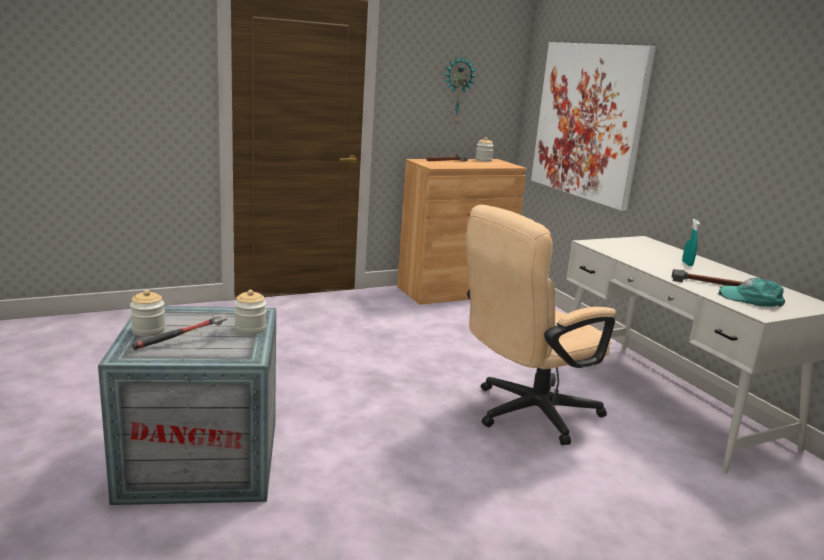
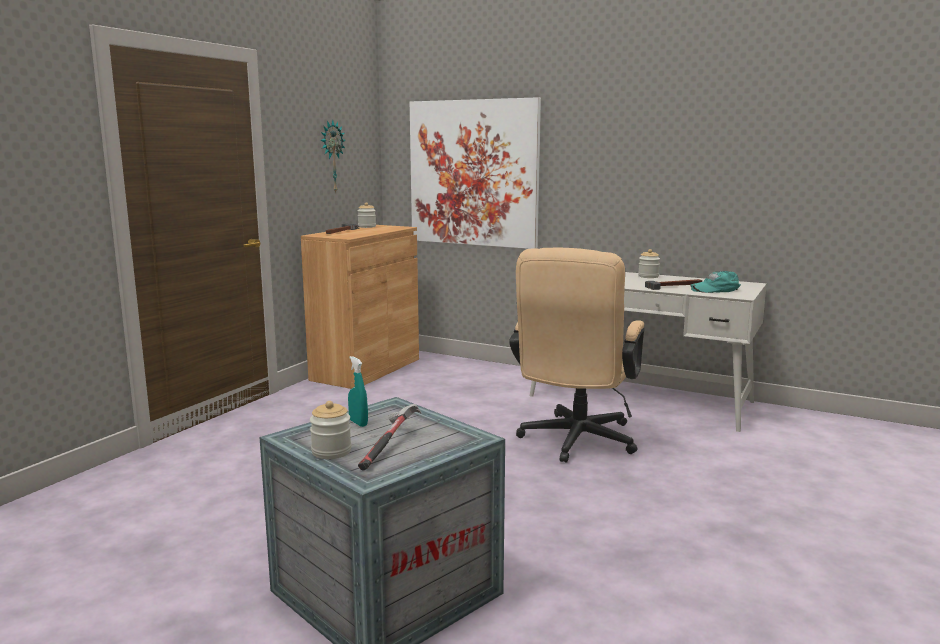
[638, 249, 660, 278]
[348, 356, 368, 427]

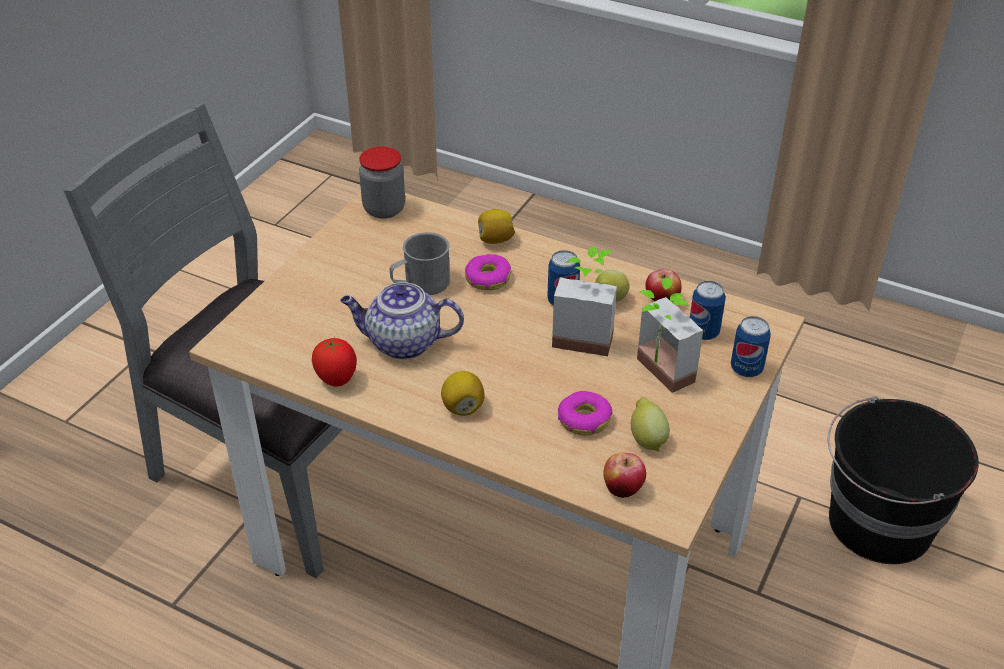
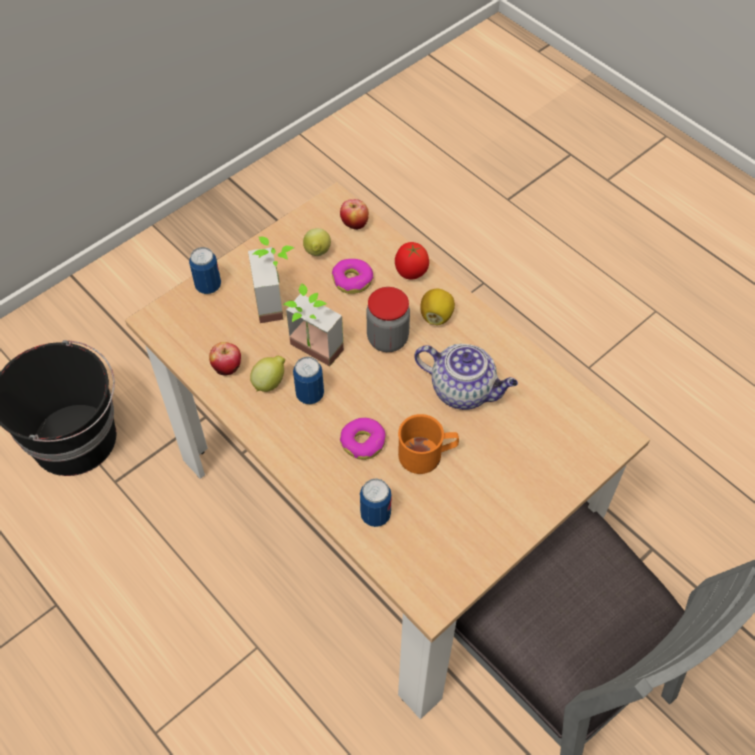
[478, 209, 515, 244] (first image)
[395, 242, 429, 279]
[367, 287, 410, 352]
[360, 478, 391, 527]
[398, 414, 459, 474]

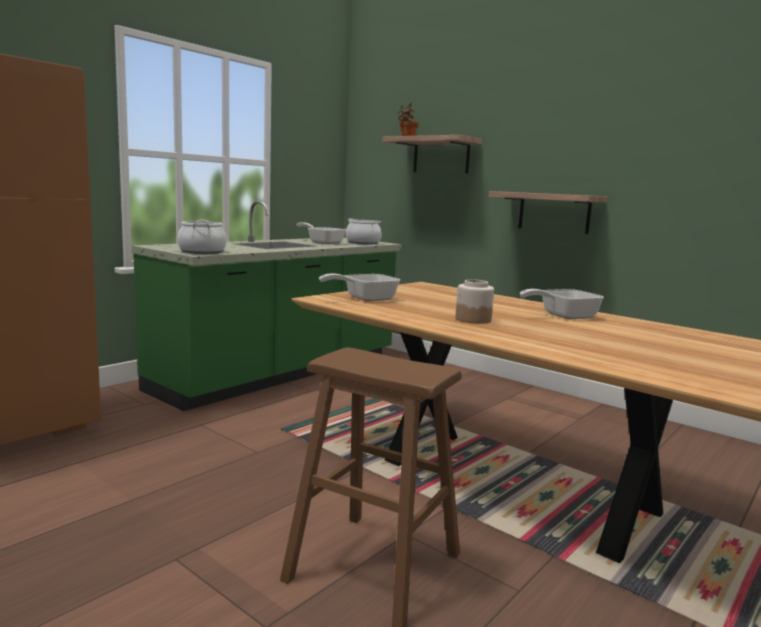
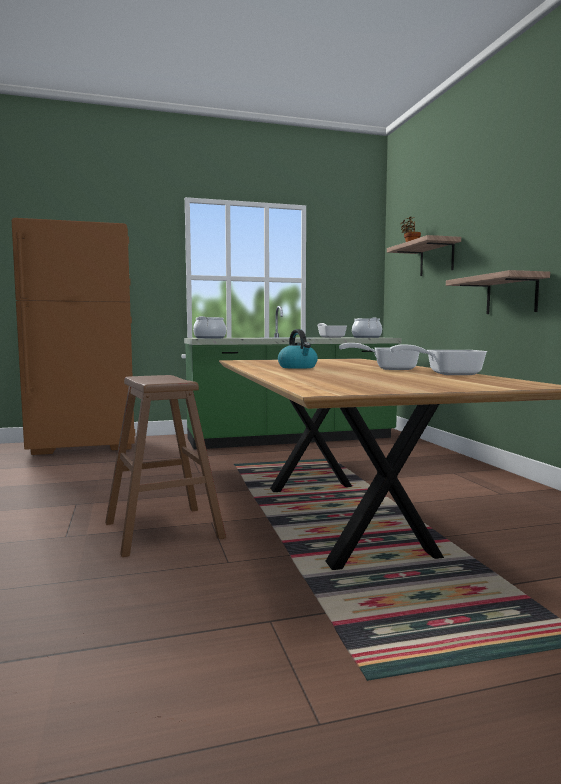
[390, 344, 487, 375]
[278, 329, 318, 369]

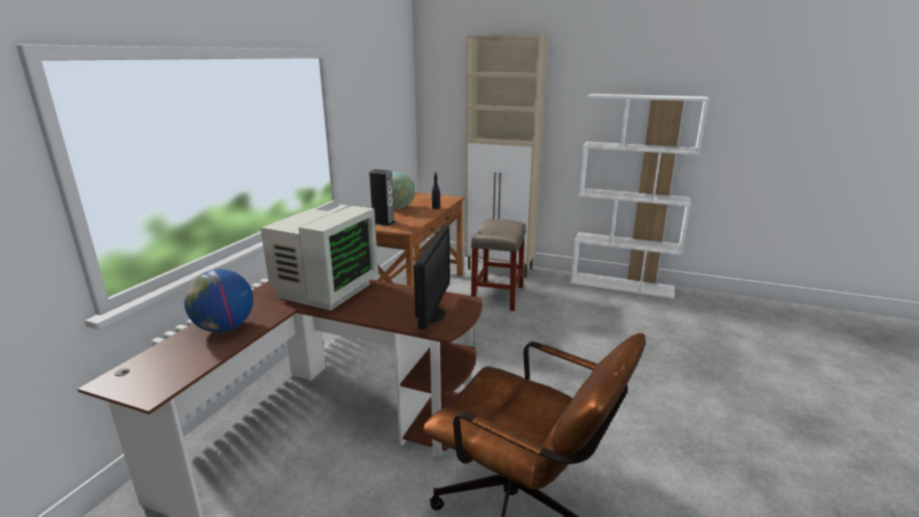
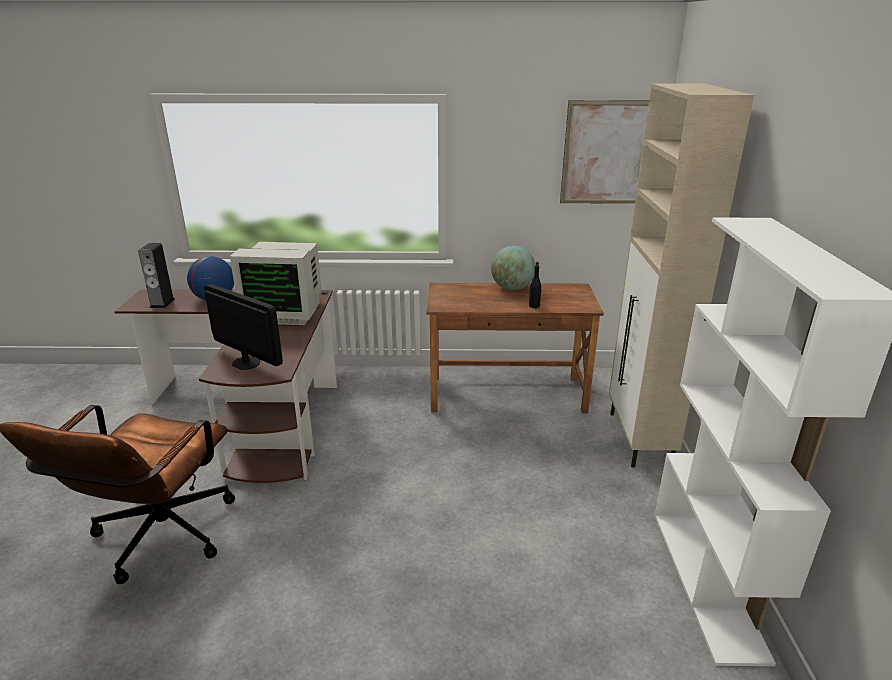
[471, 219, 526, 311] (first image)
[560, 100, 649, 204]
[138, 243, 175, 308]
[204, 284, 283, 370]

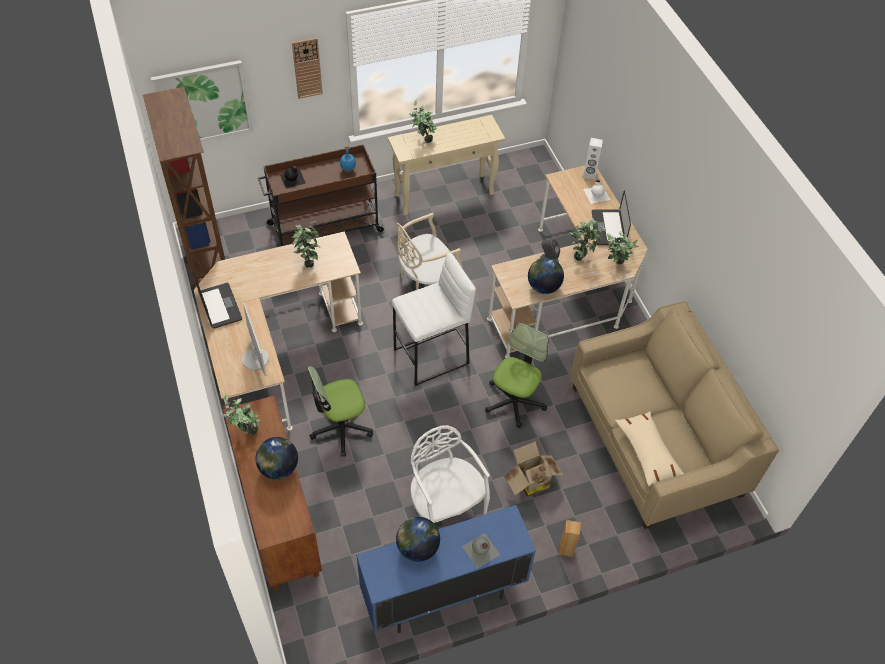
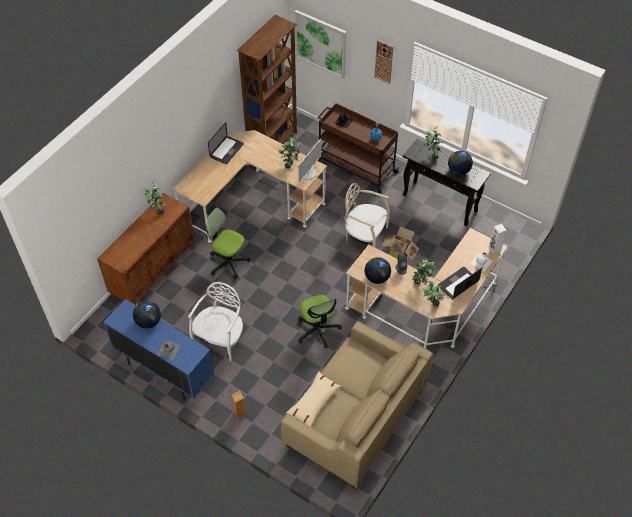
[392, 253, 476, 386] (first image)
[298, 139, 321, 182]
[448, 151, 473, 175]
[381, 226, 419, 260]
[403, 139, 491, 226]
[298, 295, 342, 348]

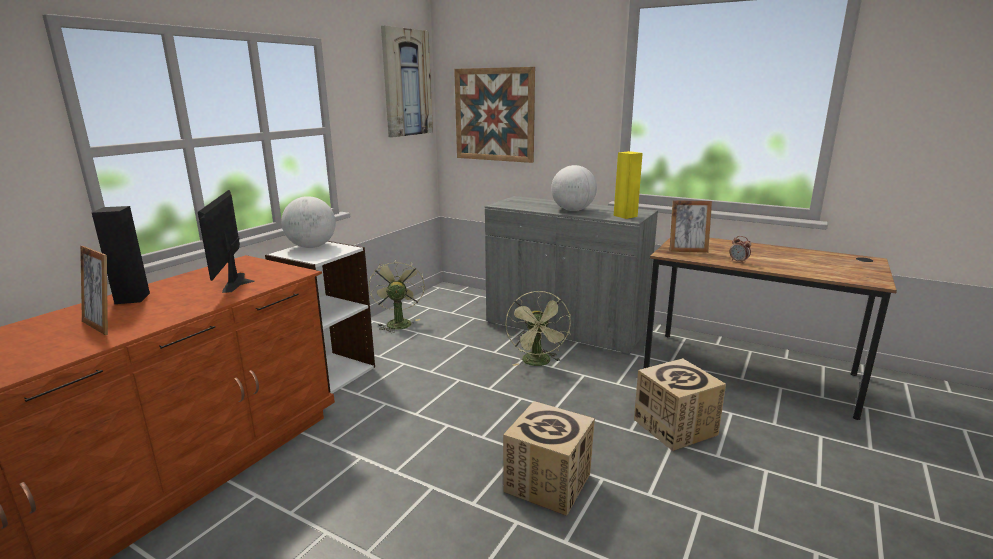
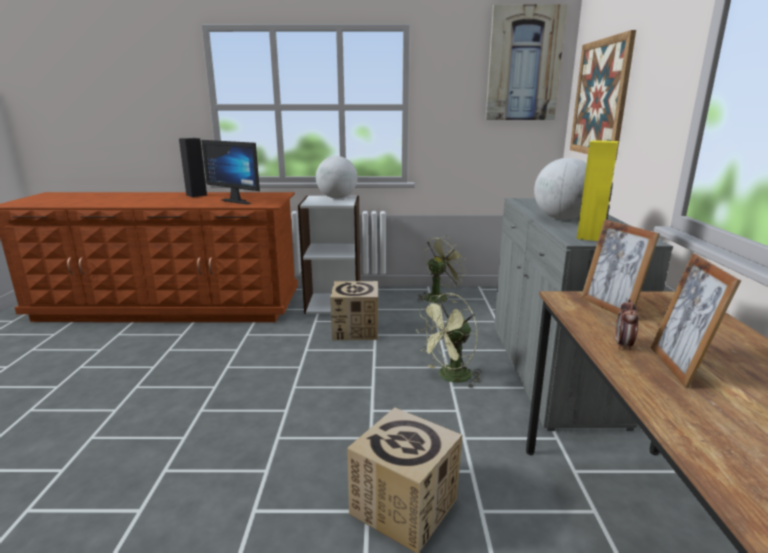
[651, 253, 741, 388]
[330, 281, 378, 340]
[201, 140, 260, 205]

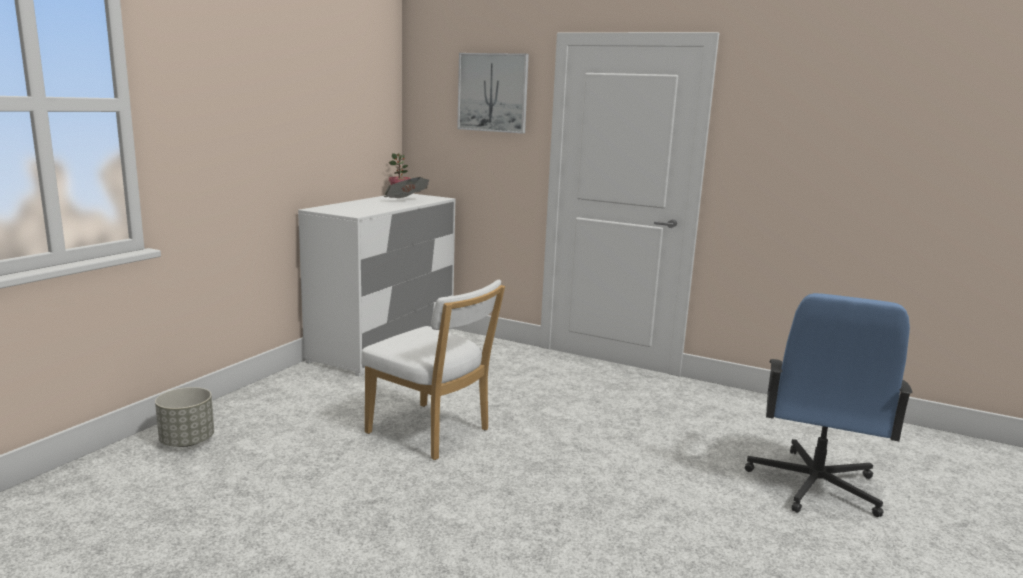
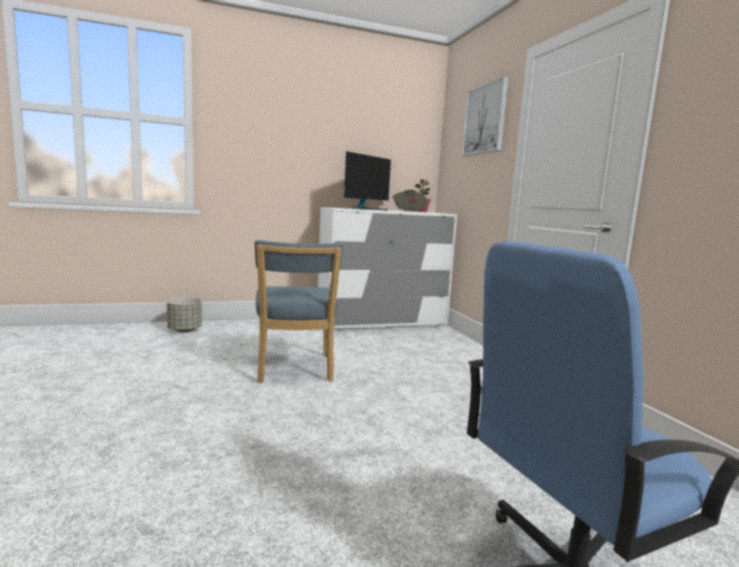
[344, 151, 391, 210]
[255, 240, 343, 383]

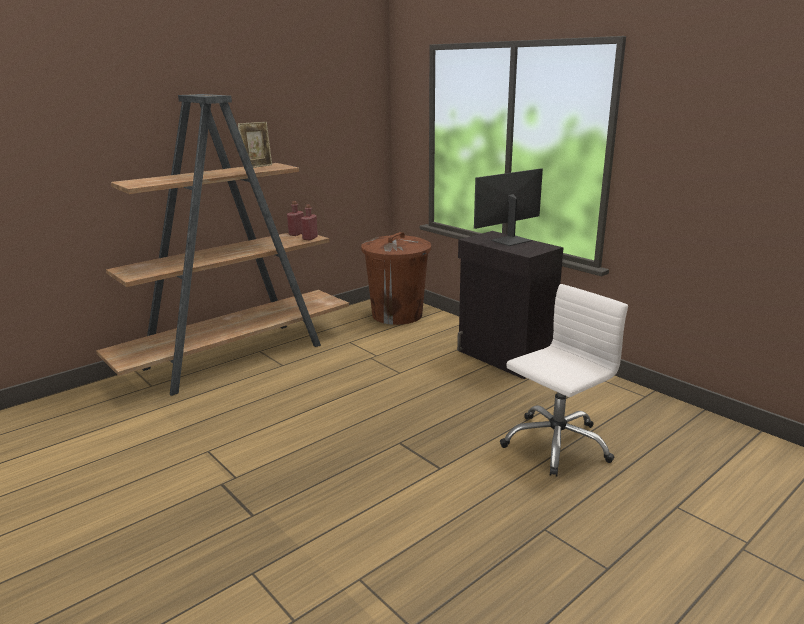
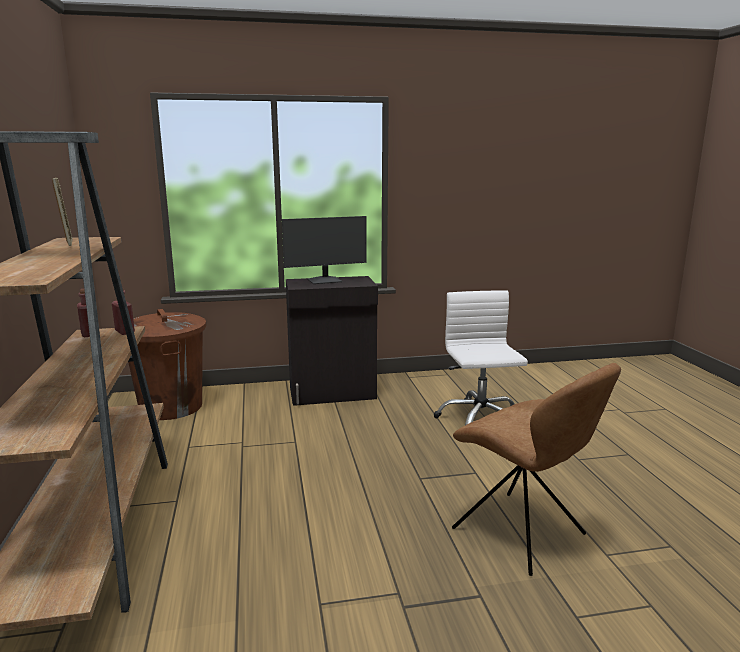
[452, 363, 621, 576]
[282, 216, 367, 284]

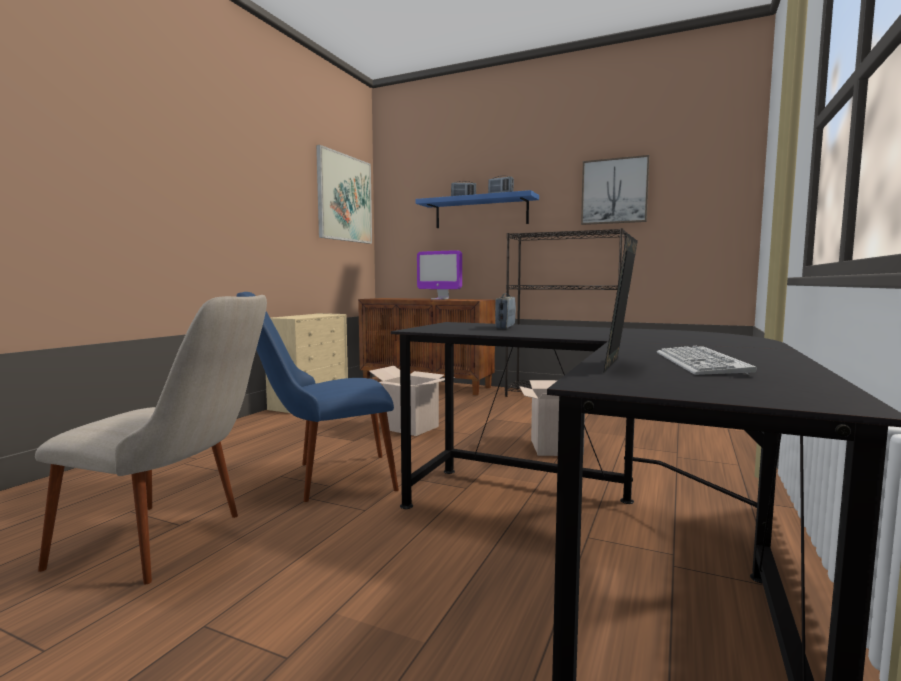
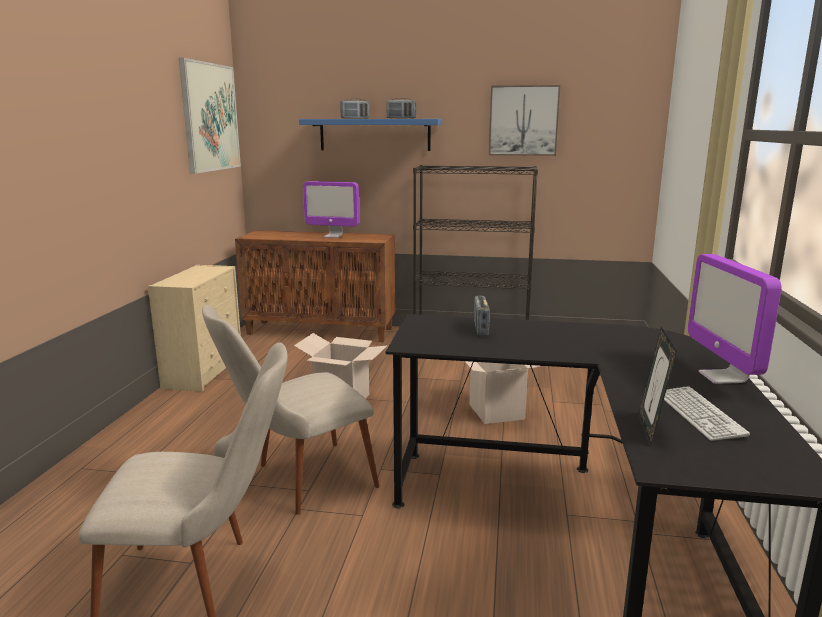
[688, 254, 782, 384]
[202, 305, 379, 515]

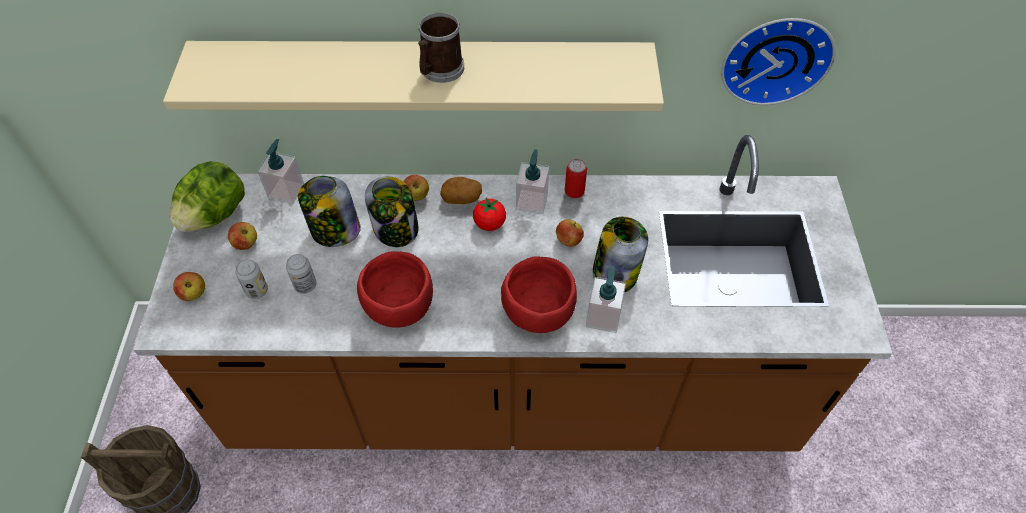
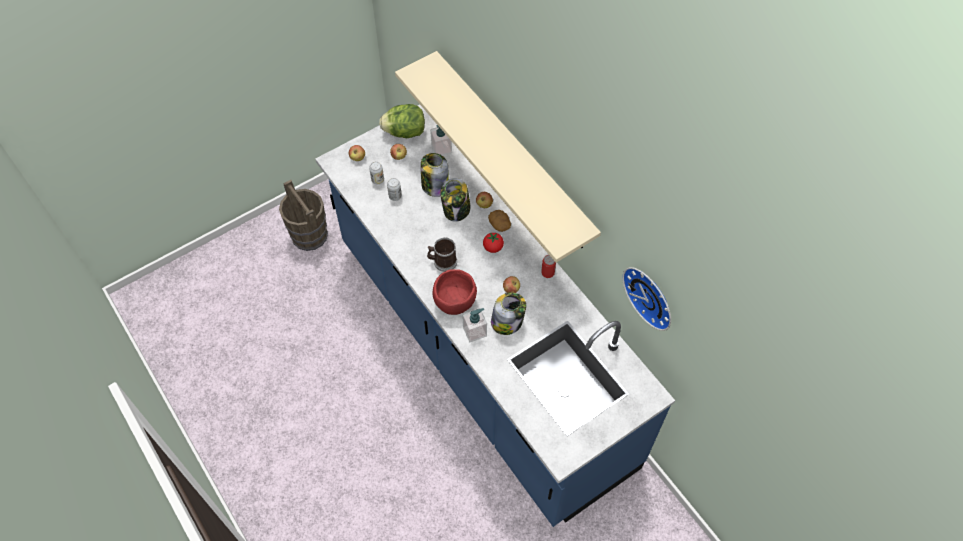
[357, 251, 433, 328] (first image)
[516, 149, 549, 214] (first image)
[427, 237, 457, 272]
[315, 105, 675, 527]

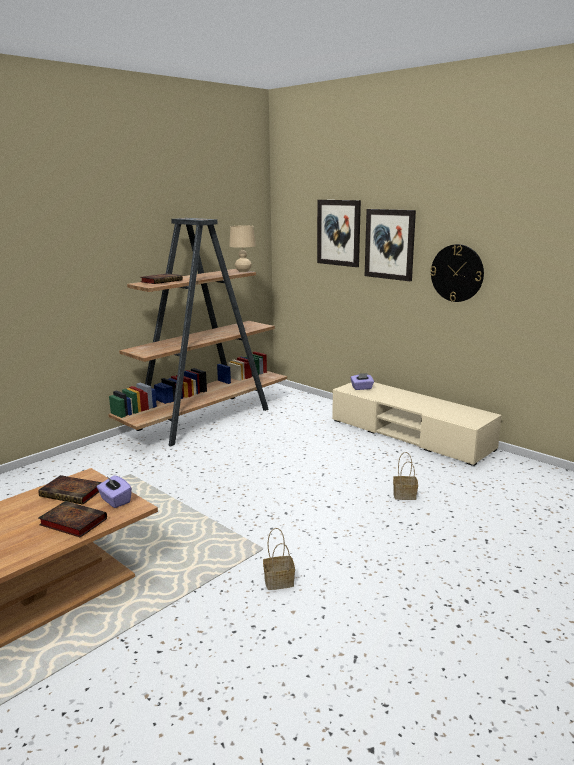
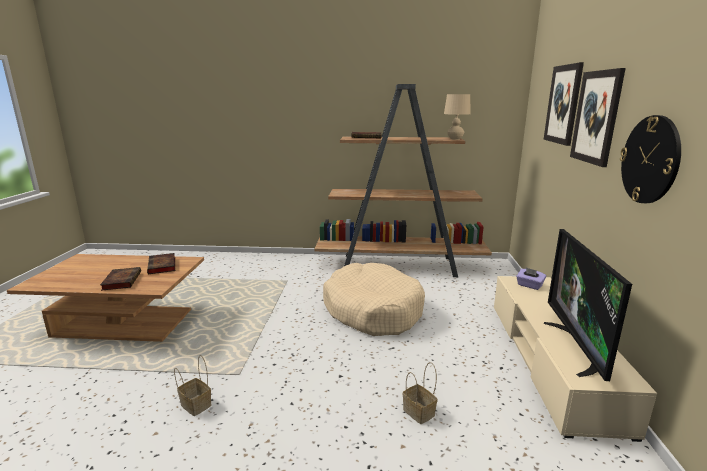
[97, 475, 132, 508] (first image)
[323, 263, 425, 336]
[544, 229, 632, 381]

